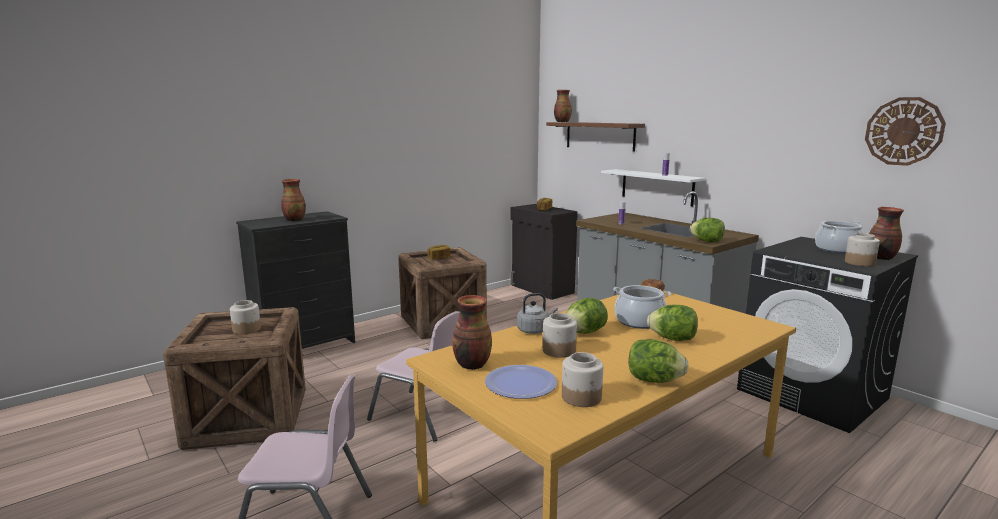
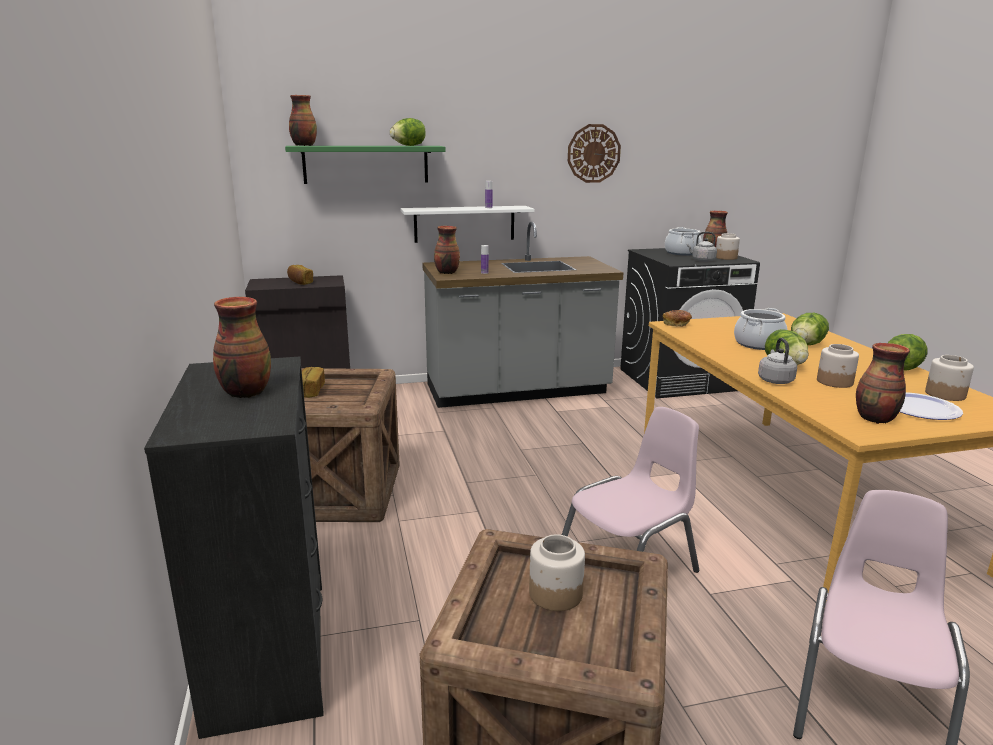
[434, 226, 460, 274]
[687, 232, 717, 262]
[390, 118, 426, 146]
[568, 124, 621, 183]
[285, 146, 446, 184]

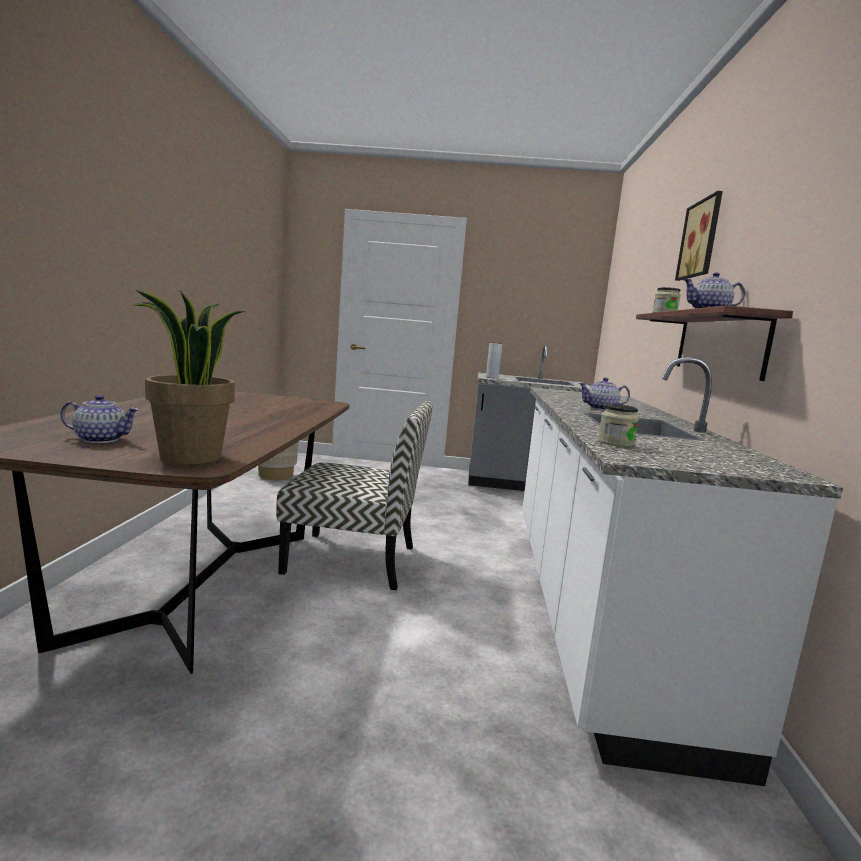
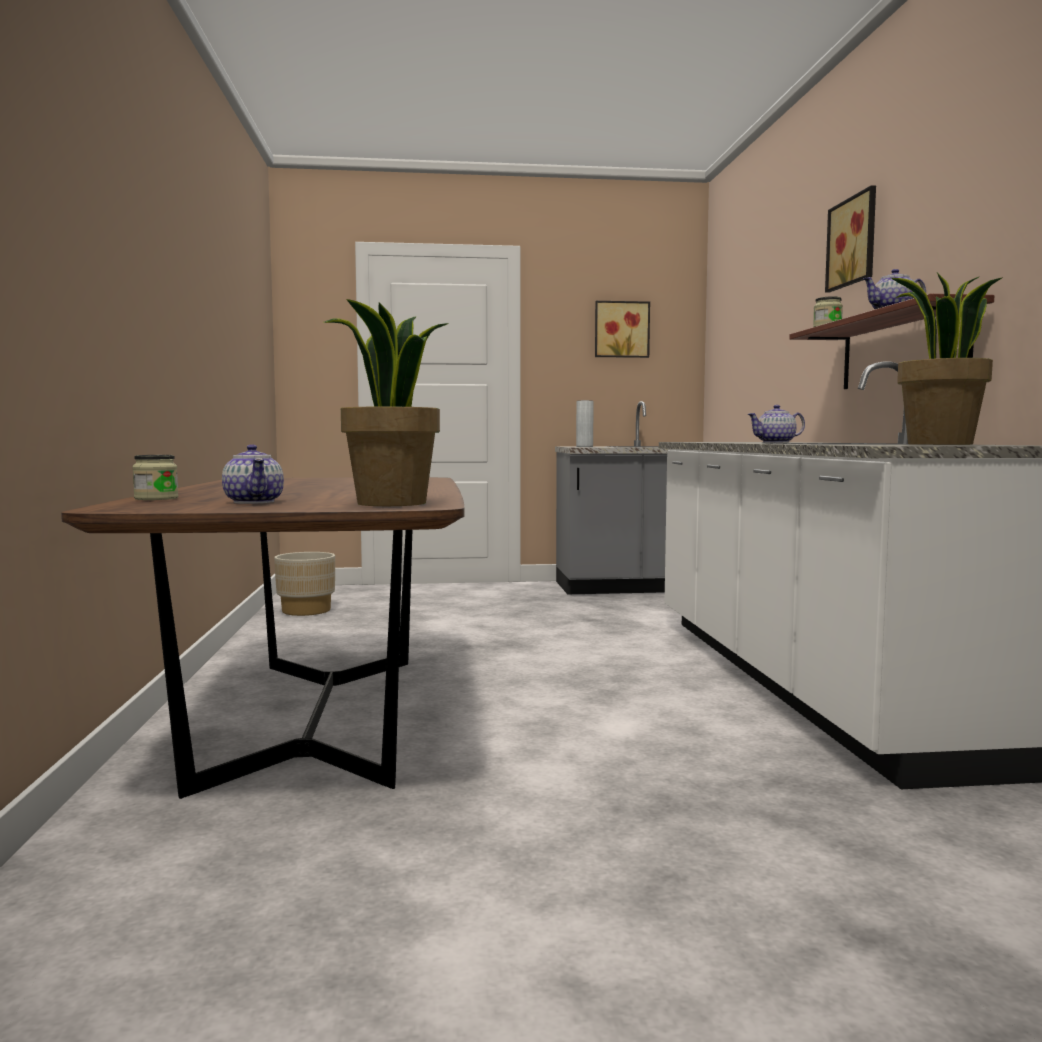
[276, 401, 433, 590] (first image)
[595, 301, 650, 358]
[891, 273, 1003, 445]
[132, 455, 178, 500]
[222, 444, 284, 504]

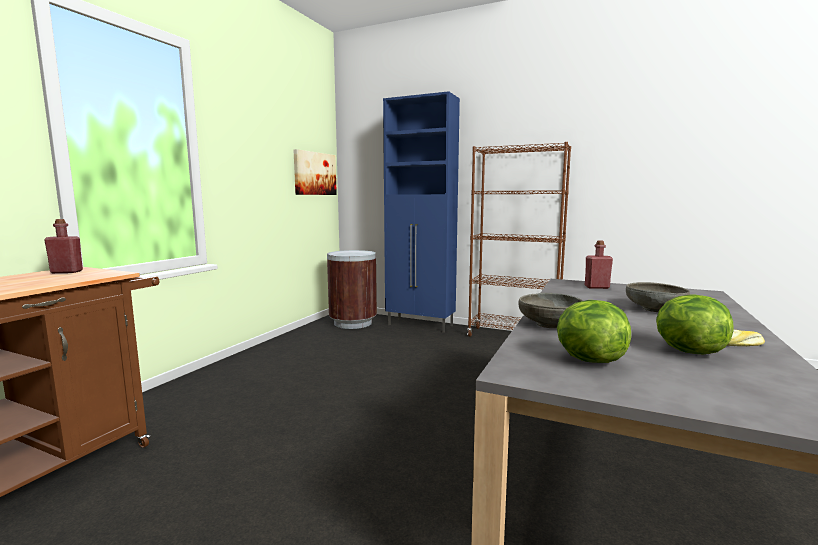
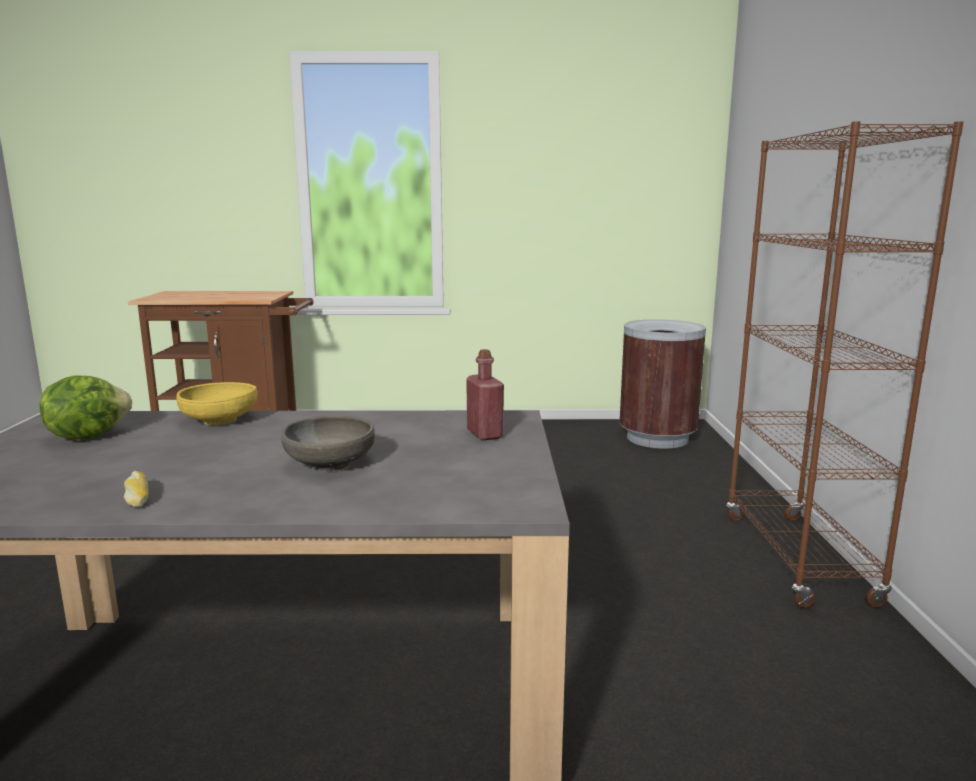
[44, 219, 83, 273] (first image)
[293, 149, 337, 195] (first image)
[383, 91, 460, 333] (first image)
[656, 294, 734, 354] (first image)
[176, 382, 258, 425]

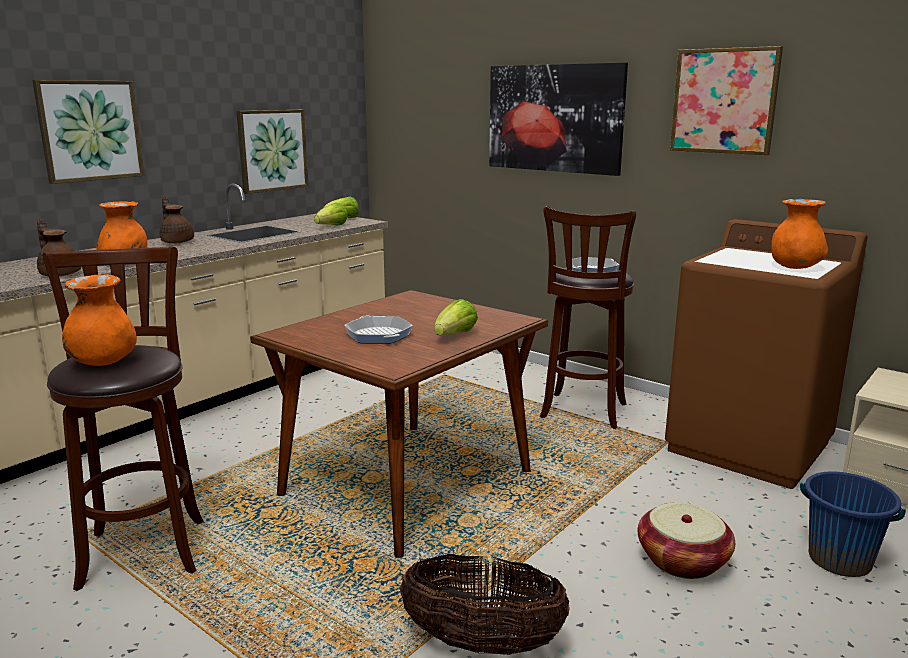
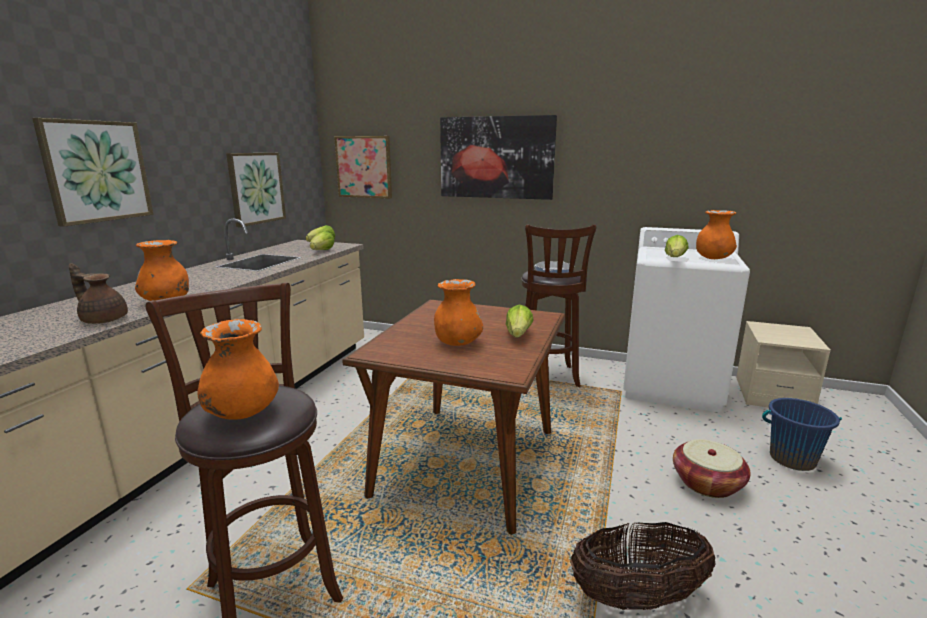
[160, 196, 194, 243] (first image)
[665, 235, 689, 257]
[334, 136, 392, 199]
[434, 279, 483, 346]
[623, 227, 750, 412]

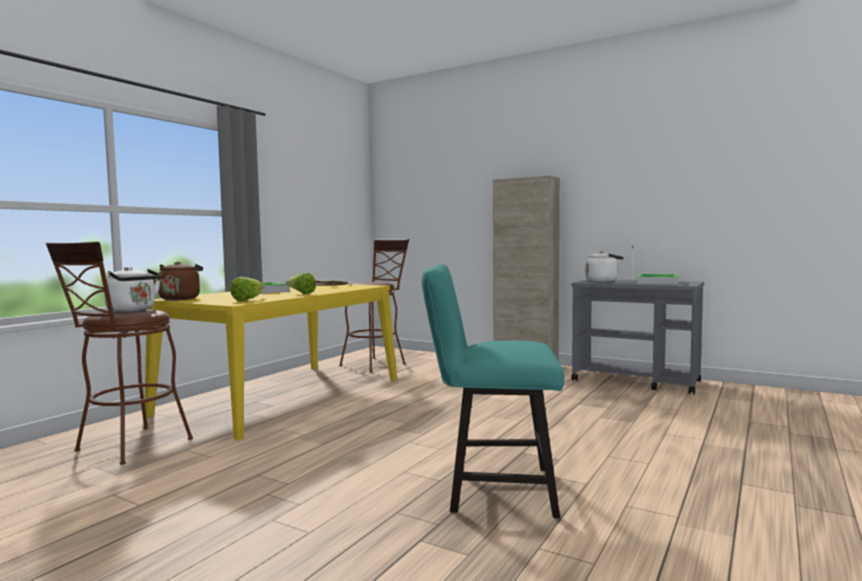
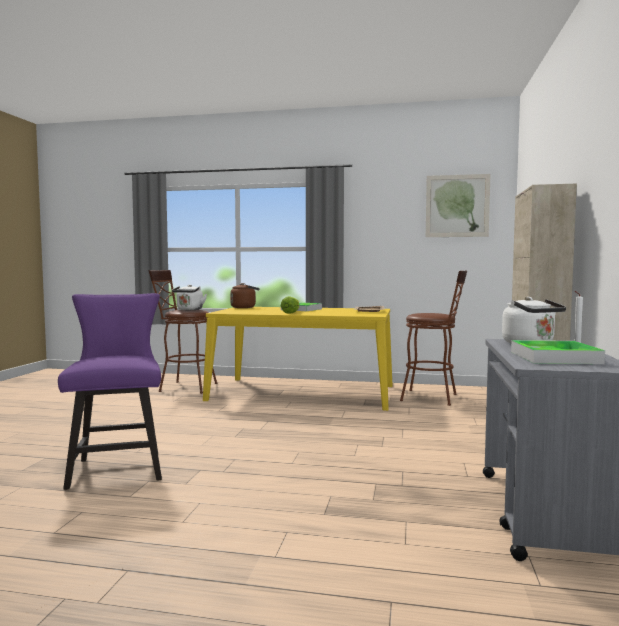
[230, 277, 263, 301] (first image)
[426, 174, 490, 237]
[58, 293, 162, 490]

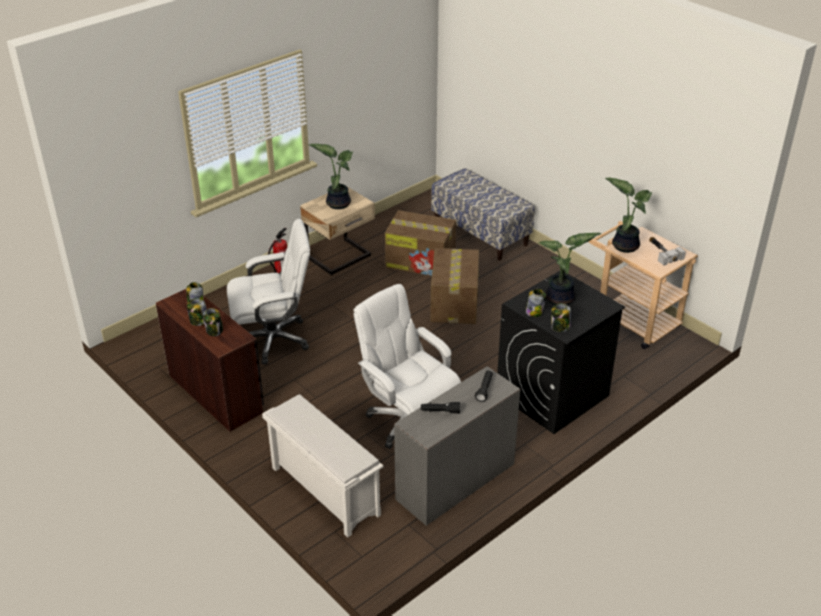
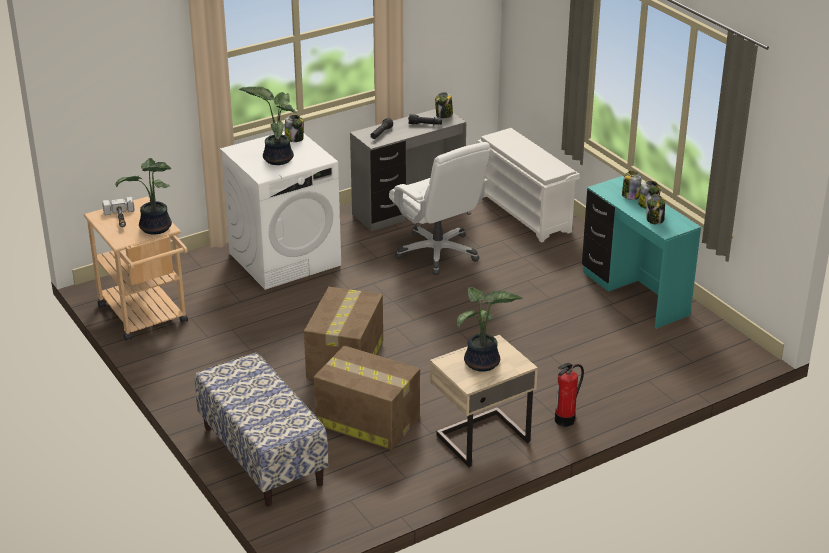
[227, 218, 310, 365] (first image)
[435, 92, 453, 119]
[582, 176, 701, 329]
[220, 131, 341, 290]

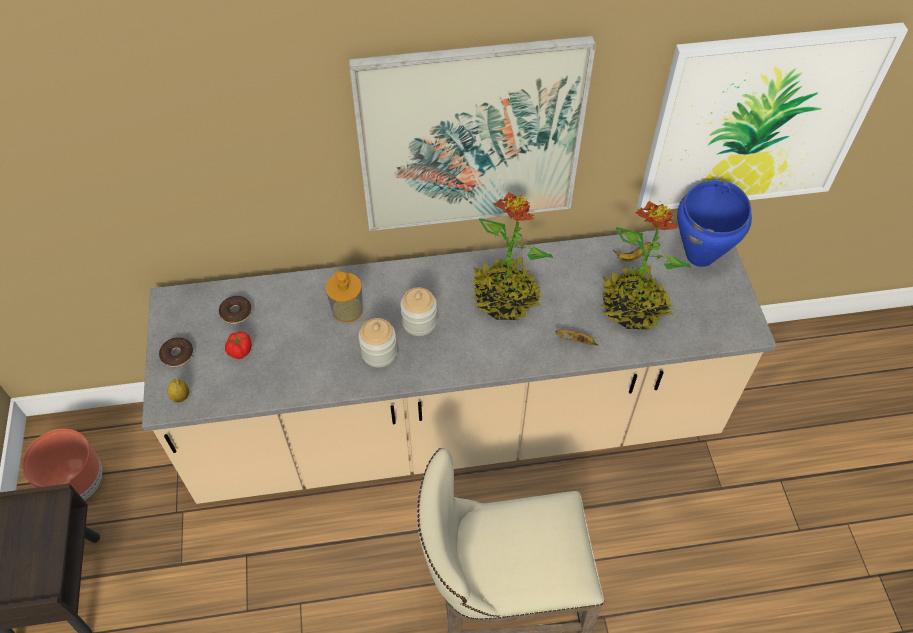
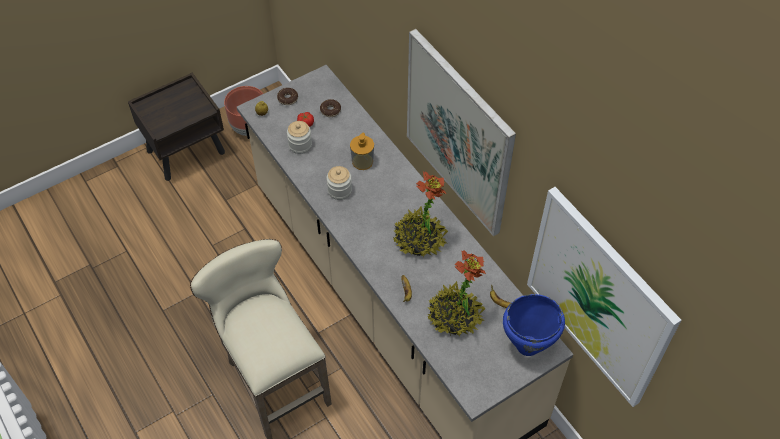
[287, 121, 312, 154]

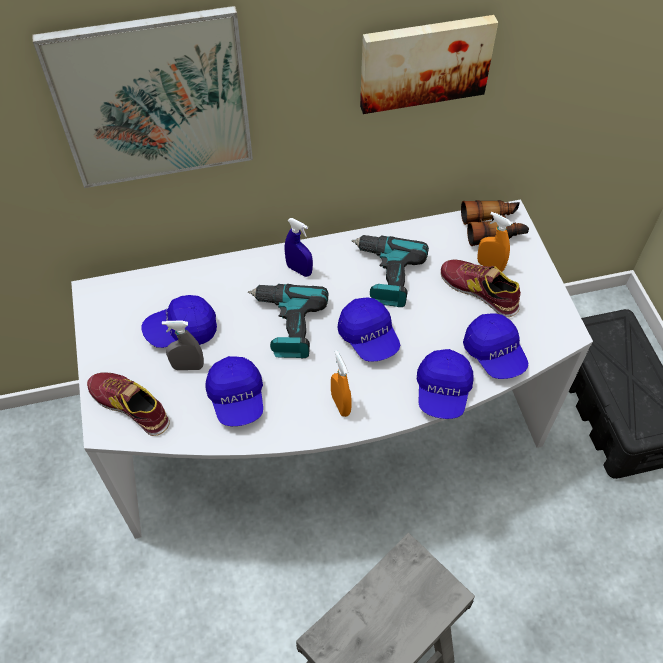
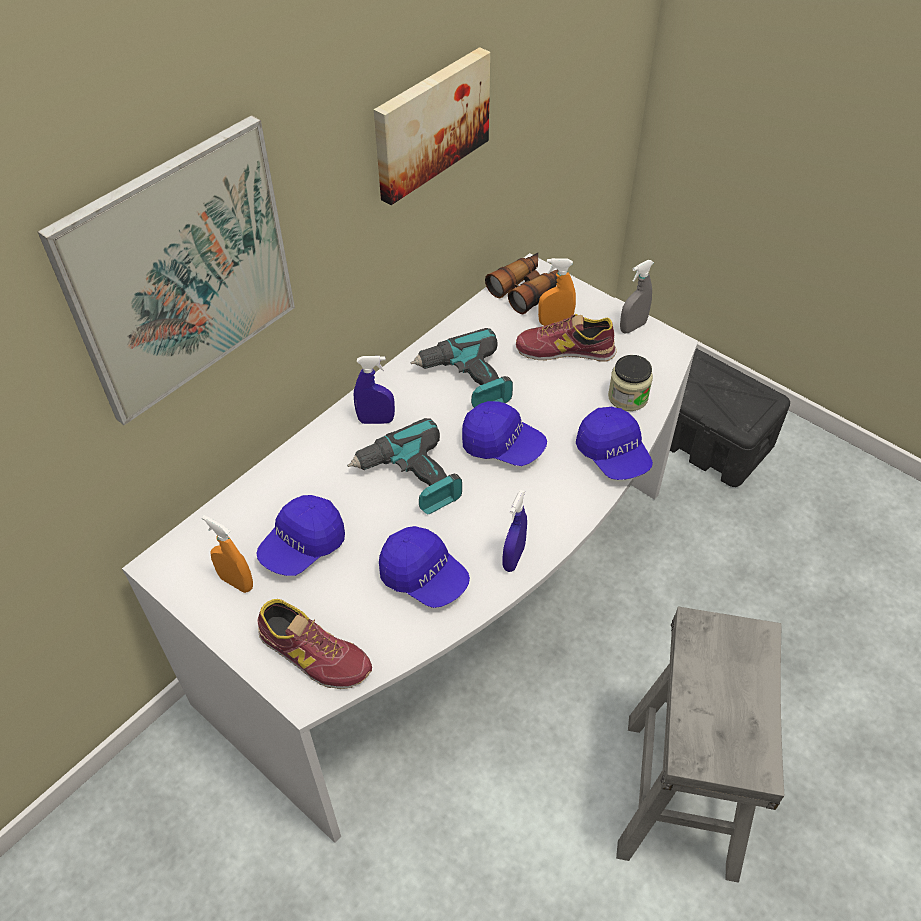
[503, 490, 527, 572]
[620, 260, 654, 333]
[202, 515, 253, 593]
[608, 355, 653, 411]
[257, 599, 372, 689]

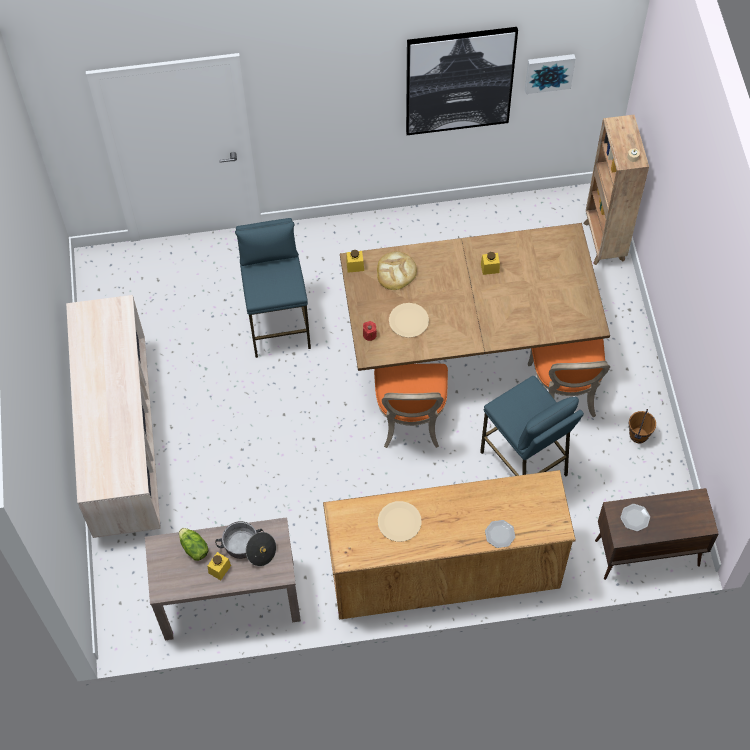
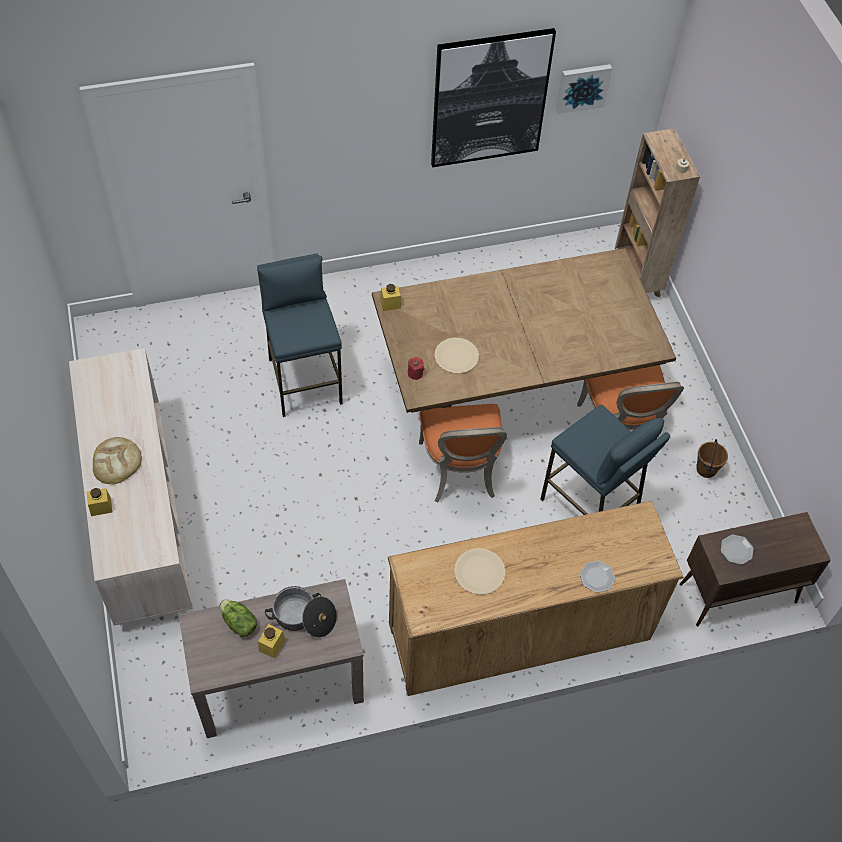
[93, 437, 142, 484]
[87, 488, 112, 516]

